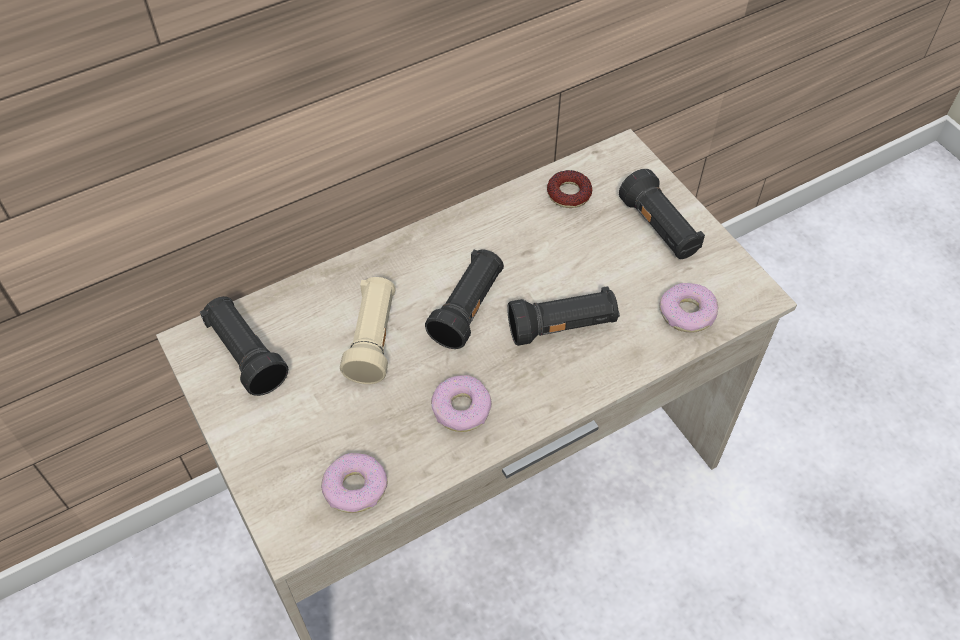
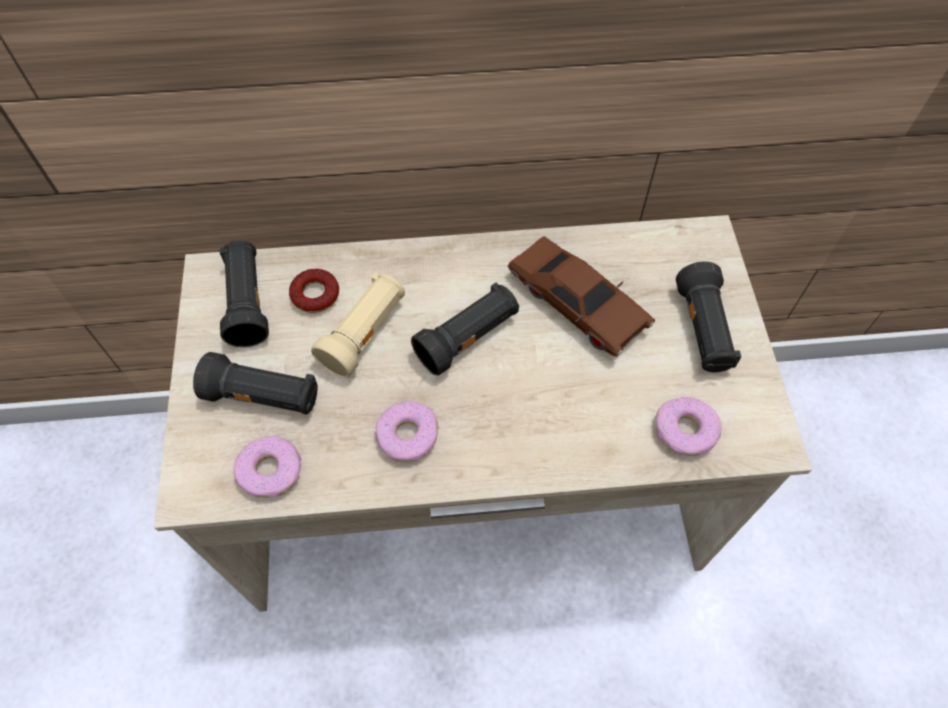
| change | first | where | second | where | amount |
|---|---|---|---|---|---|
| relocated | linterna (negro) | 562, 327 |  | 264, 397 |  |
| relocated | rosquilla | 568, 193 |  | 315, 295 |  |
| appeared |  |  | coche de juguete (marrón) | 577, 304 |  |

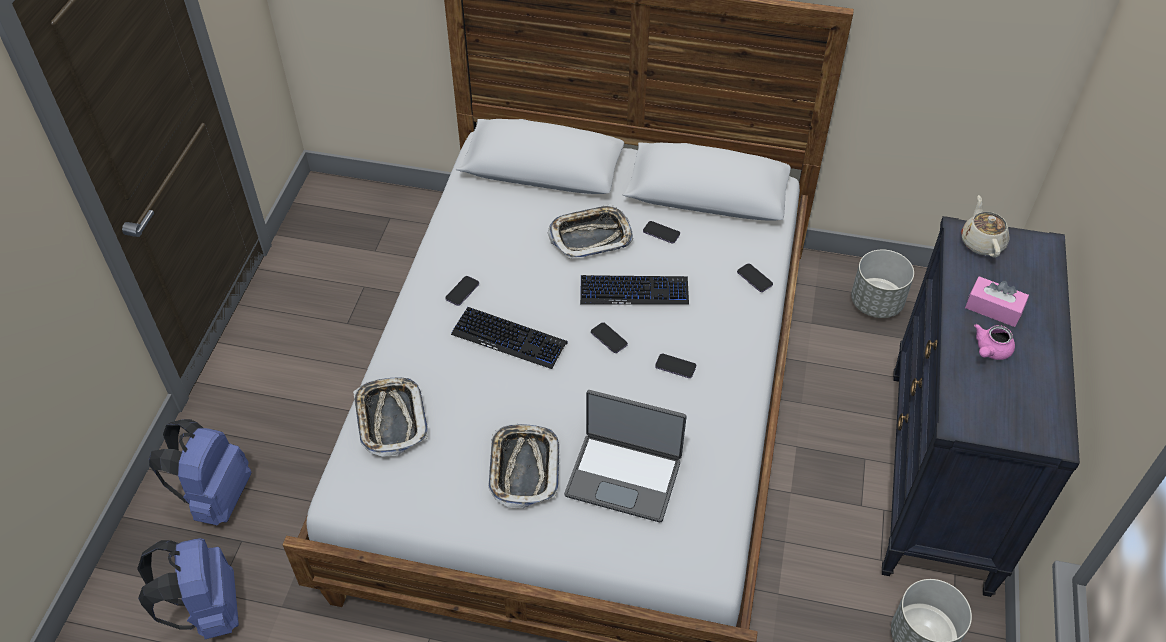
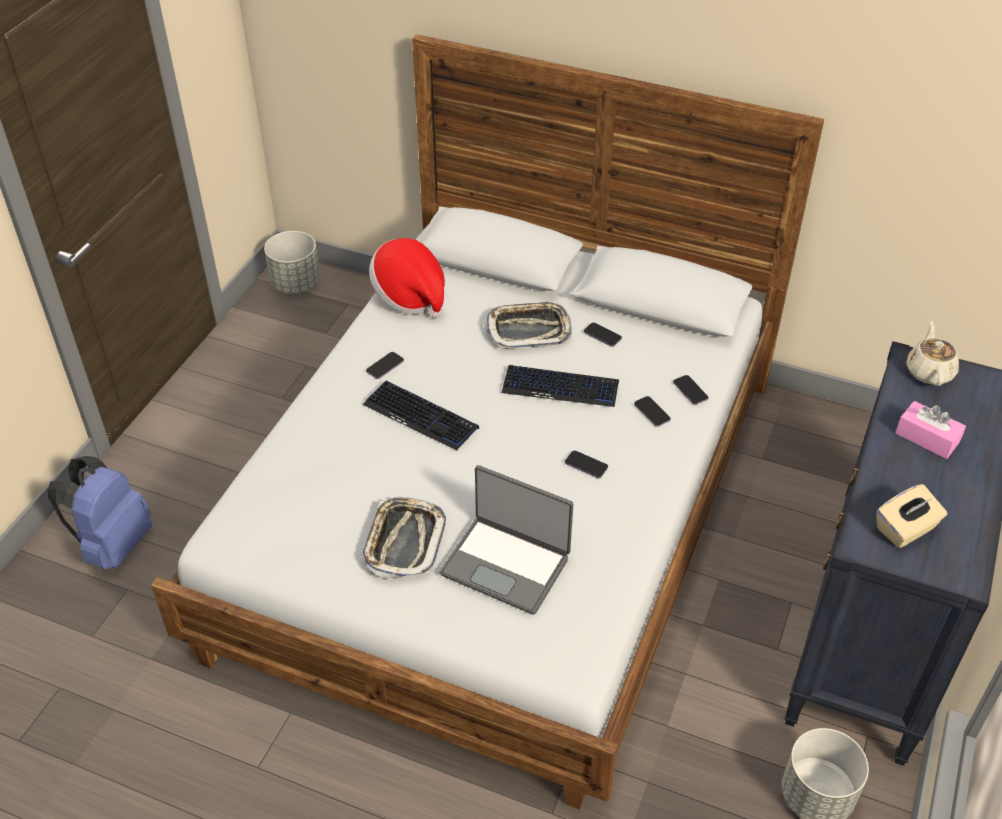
| change | first | where | second | where | amount |
|---|---|---|---|---|---|
| relocated | maceta (gris) | 876, 302 |  | 295, 283 |  |
| appeared |  |  | sombrero | 410, 296 |  |
| relocated | móvil | 609, 339 |  | 652, 412 |  |
| appeared |  |  | caja de pañuelos (beis) | 906, 529 |  |
| missing | mochila (azul) | 207, 611 |  |  |  |
| missing | bandeja | 390, 419 |  |  |  |
| missing | tetera (rosa) | 990, 351 |  |  |  |

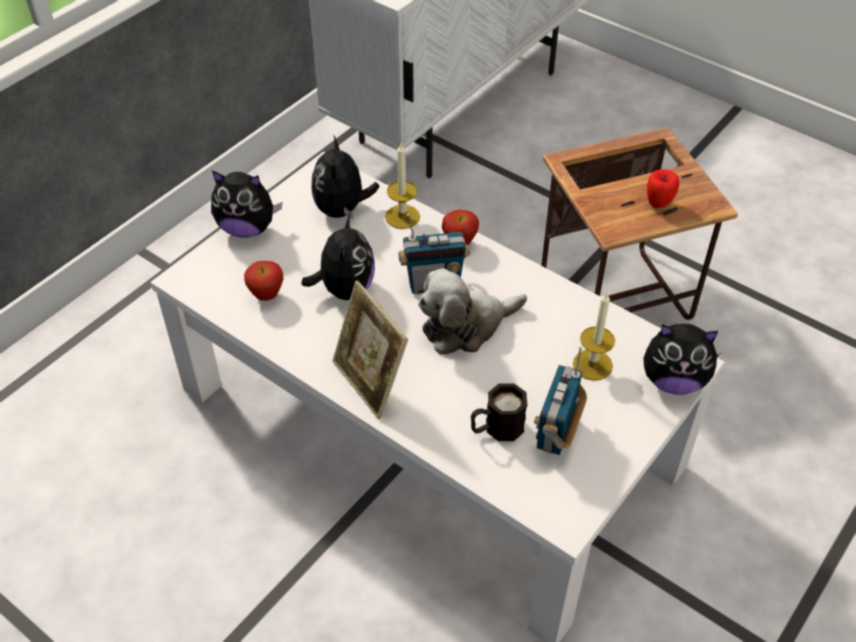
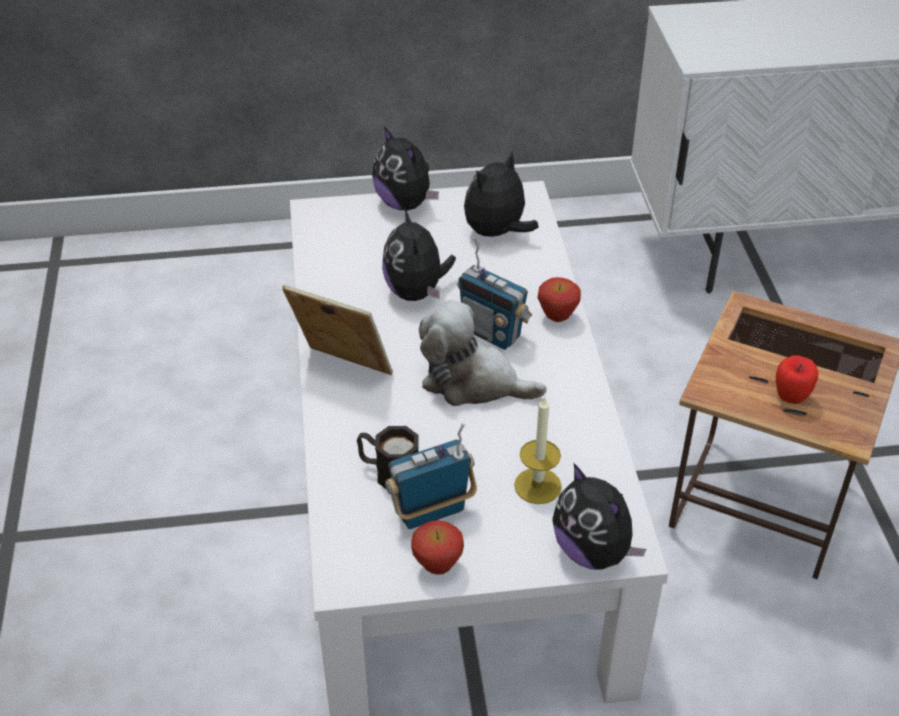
| change | first | where | second | where | amount |
|---|---|---|---|---|---|
| spun | portarretratos | 370, 383 |  | 342, 370 | 105 degrees clockwise |
| spun | peluche | 345, 289 |  | 417, 292 | 120 degrees clockwise |
| relocated | manzana | 267, 296 |  | 437, 566 |  |
| missing | vela | 402, 216 |  |  |  |

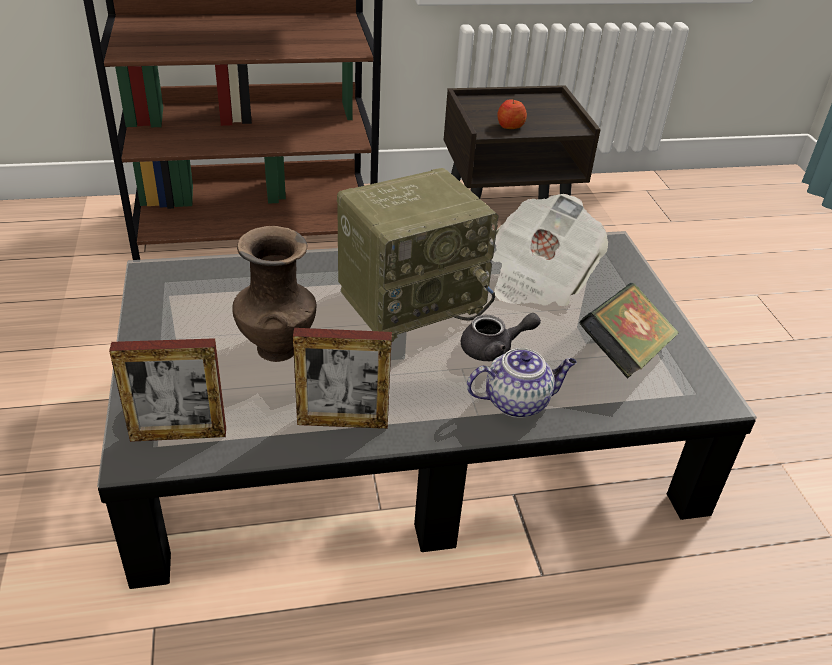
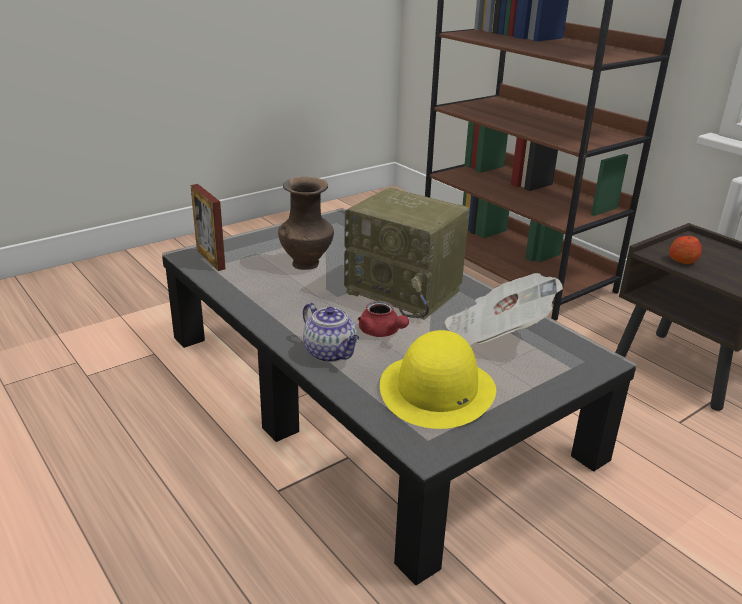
| change | first | where | second | where | amount |
|---|---|---|---|---|---|
| colour | tetera (gris) | 494, 349 | tetera (rojo) | 382, 332 |  |
| exchanged | libro | 623, 354 | sombrero (amarillo) | 437, 390 |  |
| missing | portarretratos | 342, 422 |  |  |  |

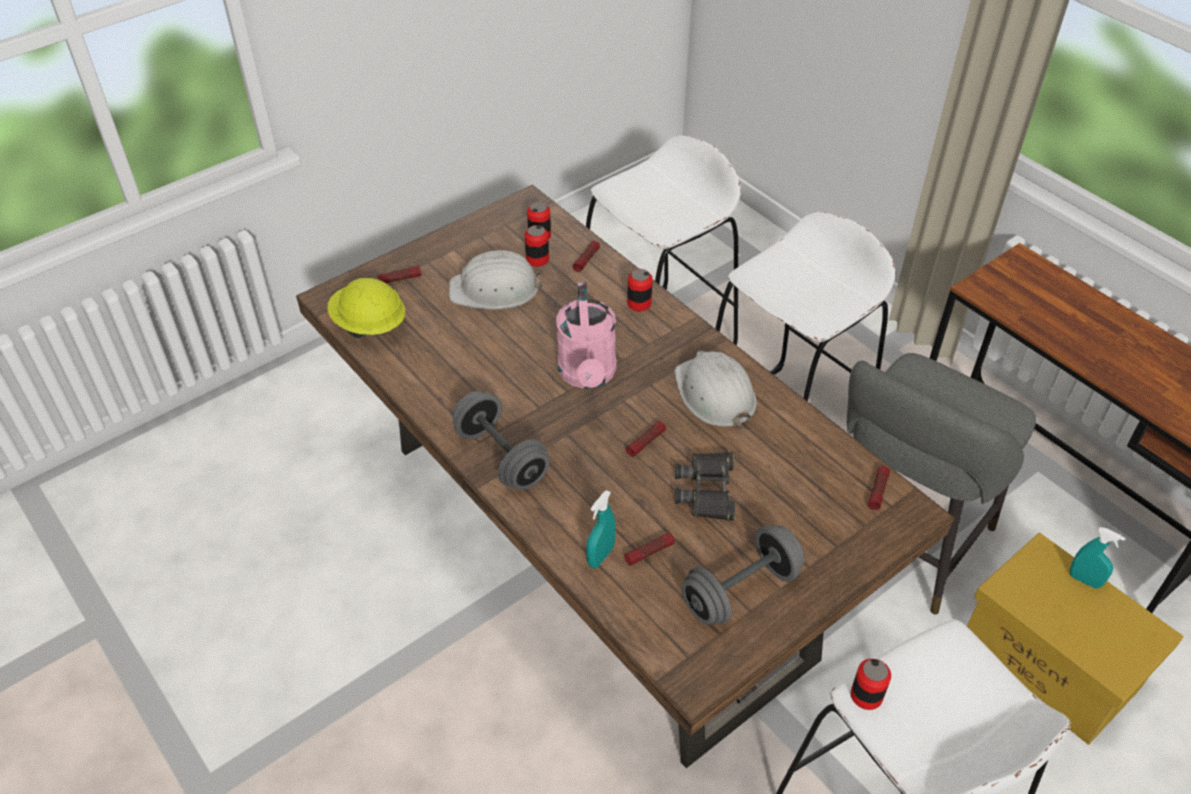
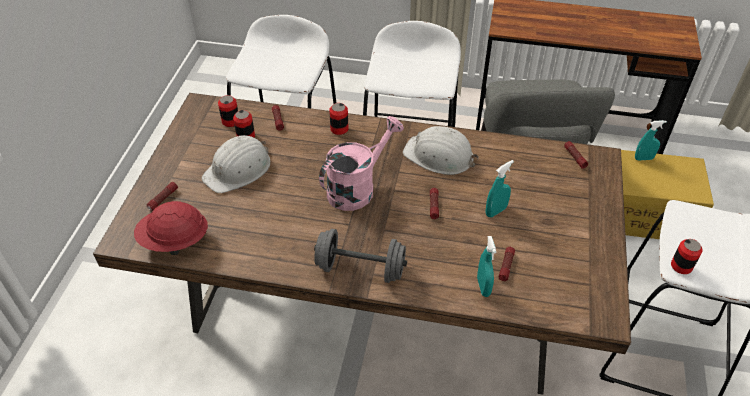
| change | first | where | second | where | amount |
|---|---|---|---|---|---|
| colour | casco (amarillo) | 369, 325 | casco (rojo) | 174, 241 |  |
| spun | regadera (rosa) | 588, 376 |  | 357, 188 | 90 degrees counterclockwise |
| exchanged | prismáticos (negro) | 707, 490 | pulverizador (turquesa) | 496, 211 |  |
| missing | mancuerna (gris) | 740, 591 |  |  |  |

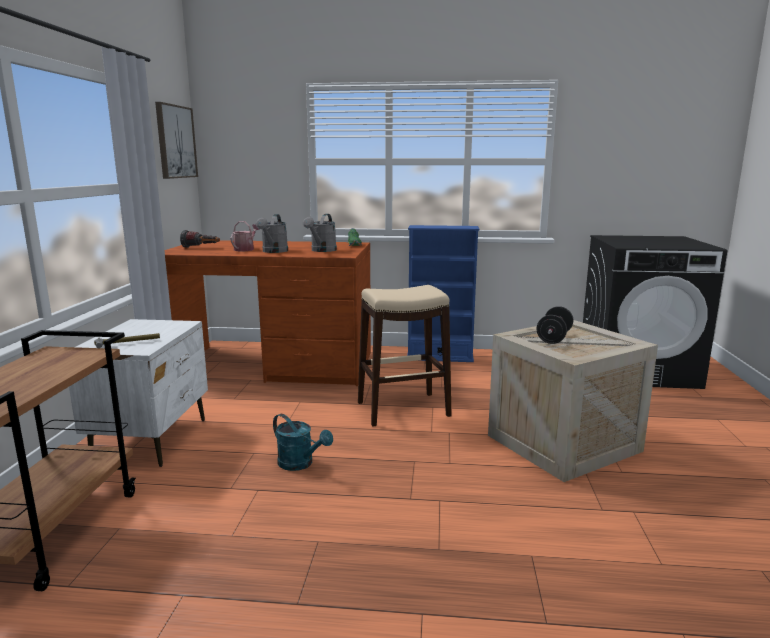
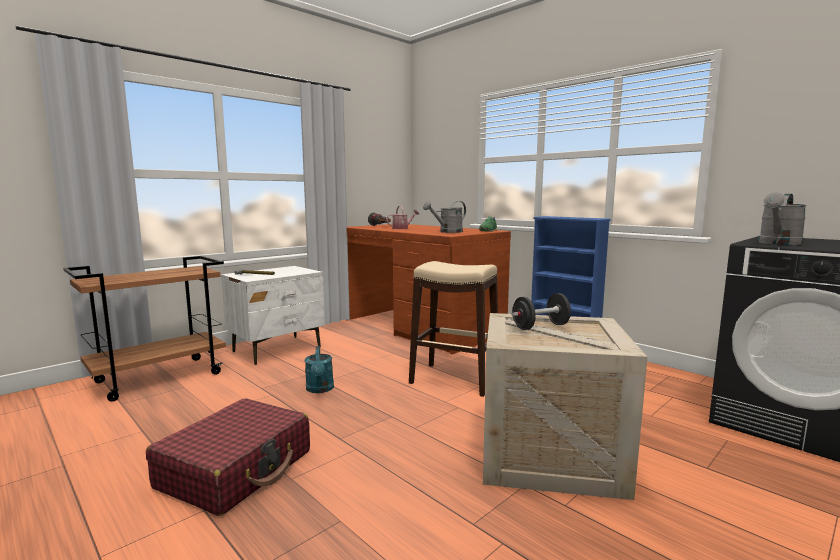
| change | first | where | second | where | amount |
|---|---|---|---|---|---|
| appeared |  |  | maleta (rojo) | 236, 469 |  |
| relocated | regadera (gris) | 273, 251 |  | 778, 243 |  |
| missing | cuadro | 175, 142 |  |  |  |

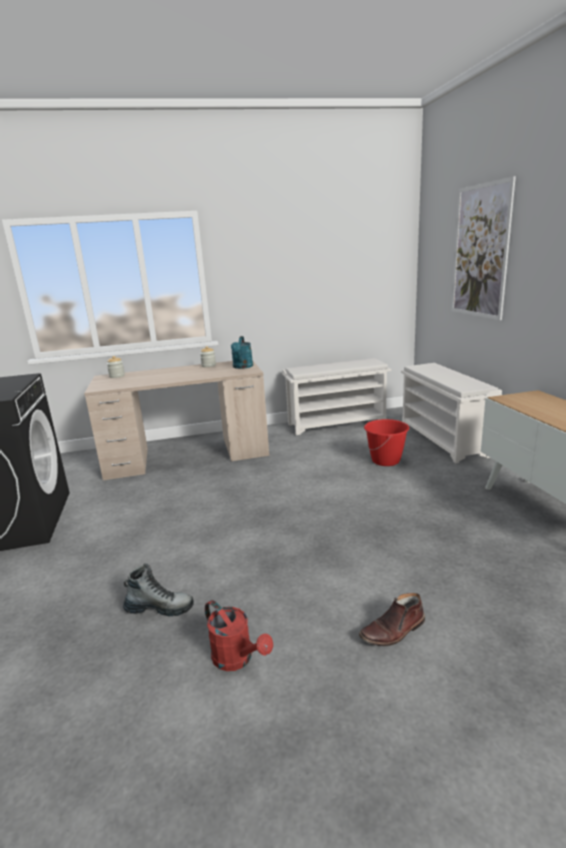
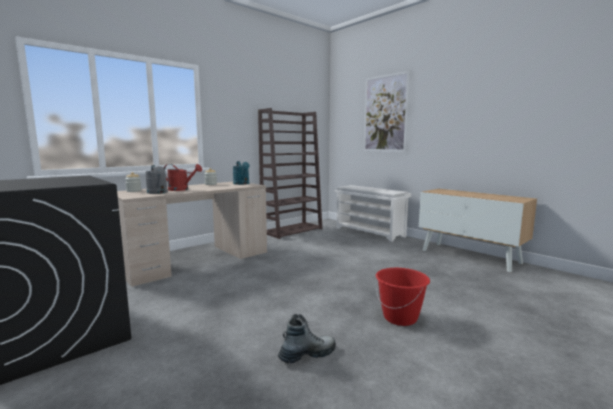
| change | first | where | second | where | amount |
|---|---|---|---|---|---|
| appeared |  |  | regadera (gris) | 158, 193 |  |
| relocated | regadera (rojo) | 237, 659 |  | 182, 189 |  |
| exchanged | zapatero (blanco) | 337, 423 | estantería (marrón) | 292, 230 |  |
| relocated | cubo (rojo) | 386, 460 |  | 400, 318 |  |
| missing | bota (marrón) | 393, 631 |  |  |  |

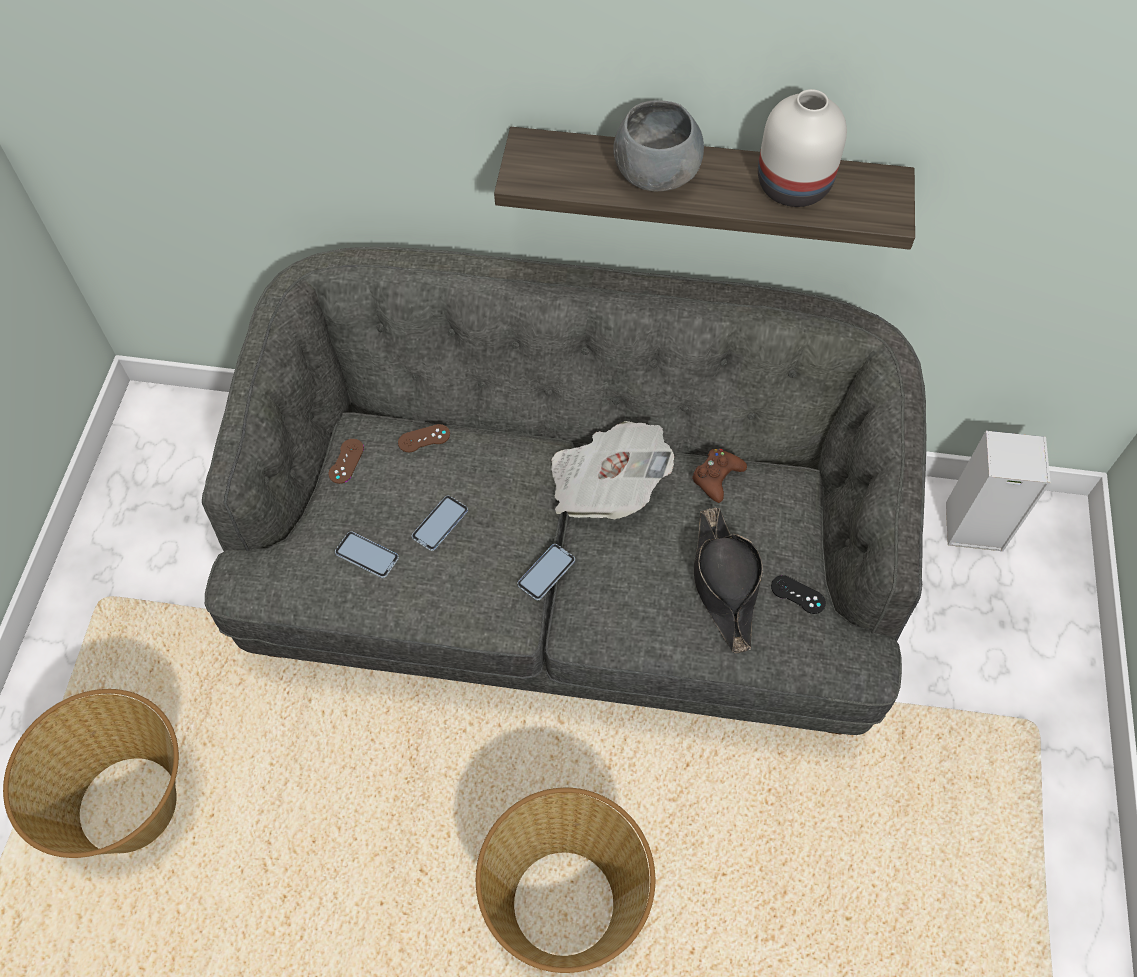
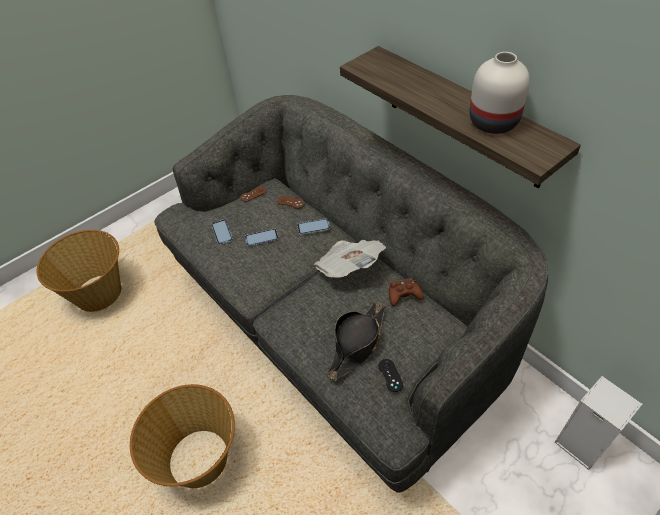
| change | first | where | second | where | amount |
|---|---|---|---|---|---|
| relocated | móvil | 546, 572 |  | 313, 227 |  |
| missing | cuenco (gris) | 655, 175 |  |  |  |

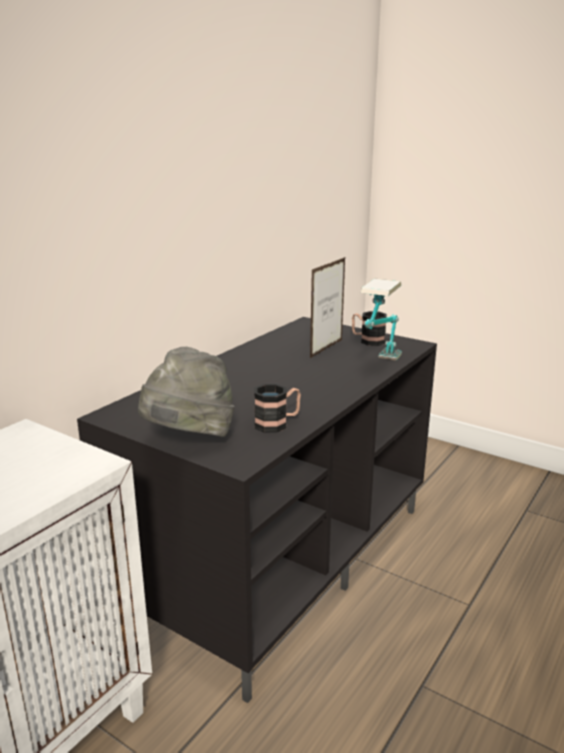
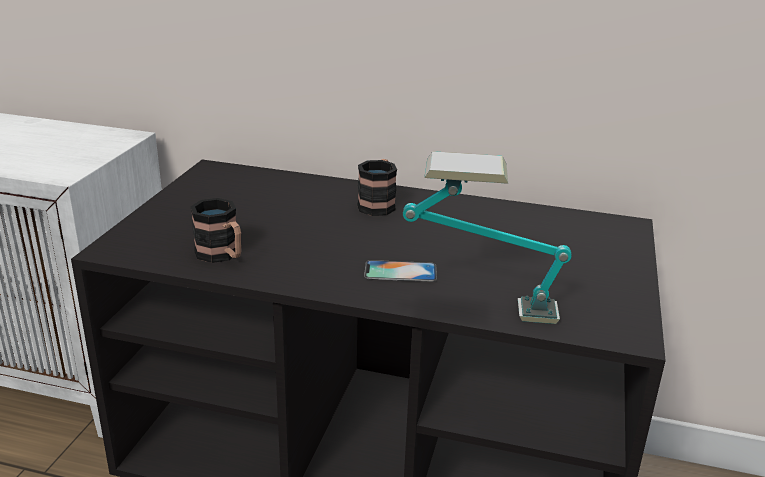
| change | first | where | second | where | amount |
|---|---|---|---|---|---|
| relocated | taza grande | 367, 340 |  | 378, 204 |  |
| appeared |  |  | móvil | 400, 272 |  |
| missing | sombrero (gris) | 189, 439 |  |  |  |
| missing | portarretratos | 326, 349 |  |  |  |

